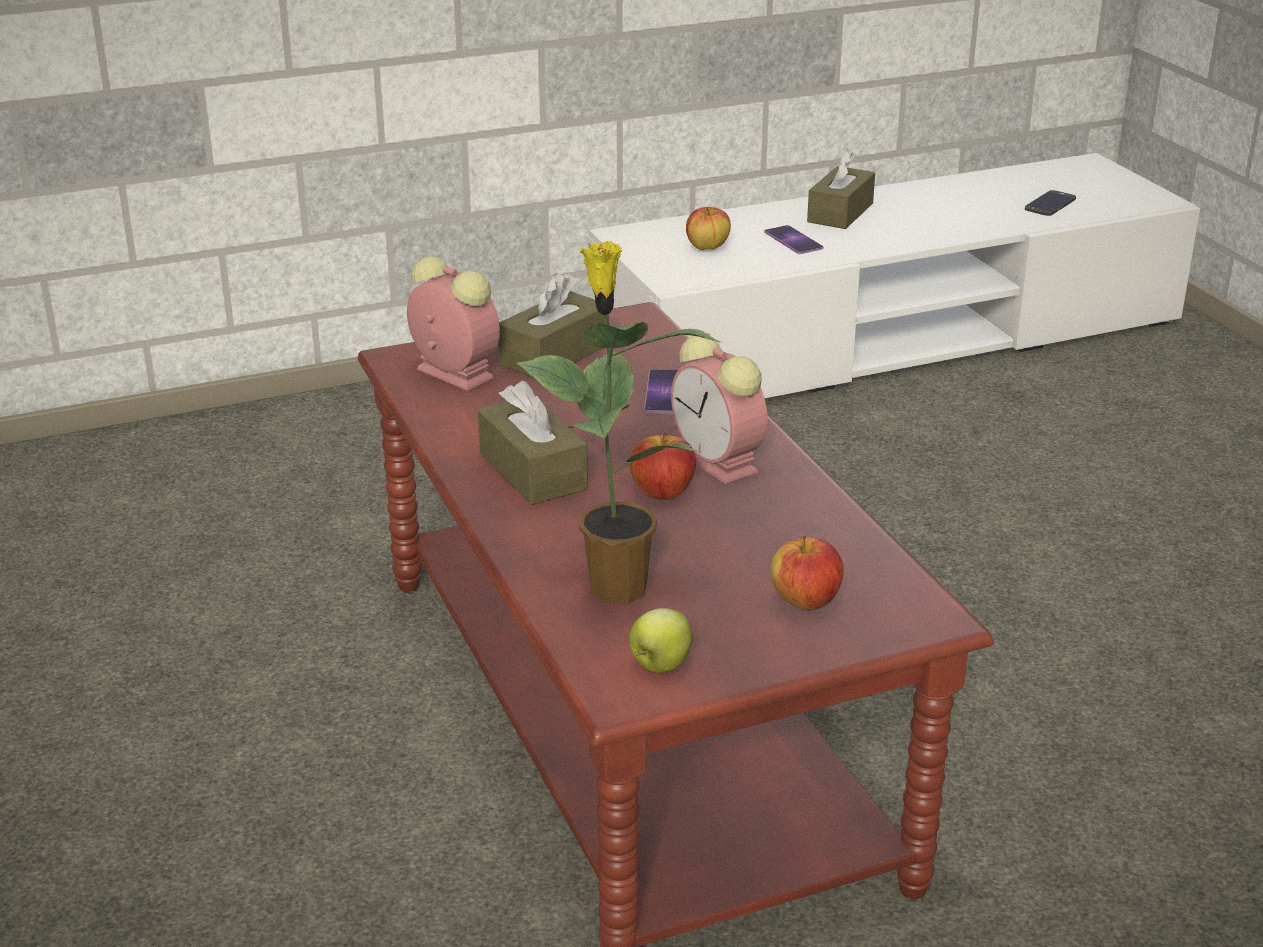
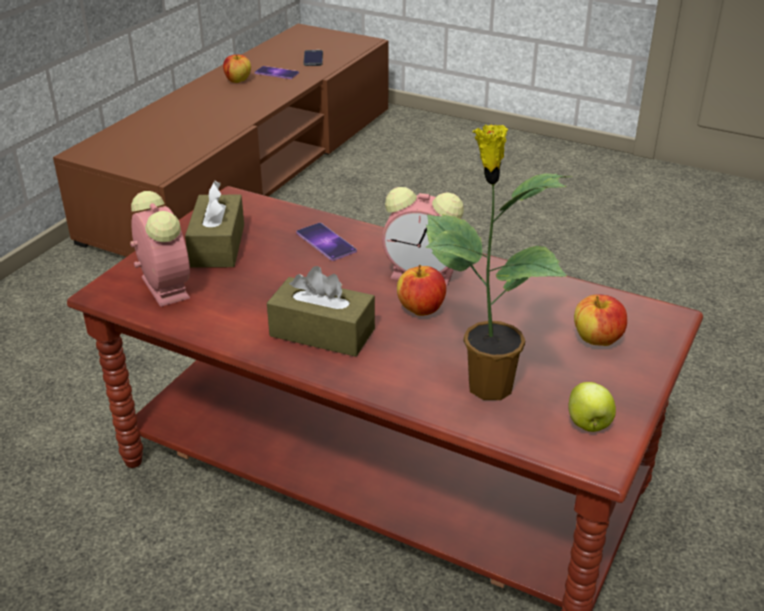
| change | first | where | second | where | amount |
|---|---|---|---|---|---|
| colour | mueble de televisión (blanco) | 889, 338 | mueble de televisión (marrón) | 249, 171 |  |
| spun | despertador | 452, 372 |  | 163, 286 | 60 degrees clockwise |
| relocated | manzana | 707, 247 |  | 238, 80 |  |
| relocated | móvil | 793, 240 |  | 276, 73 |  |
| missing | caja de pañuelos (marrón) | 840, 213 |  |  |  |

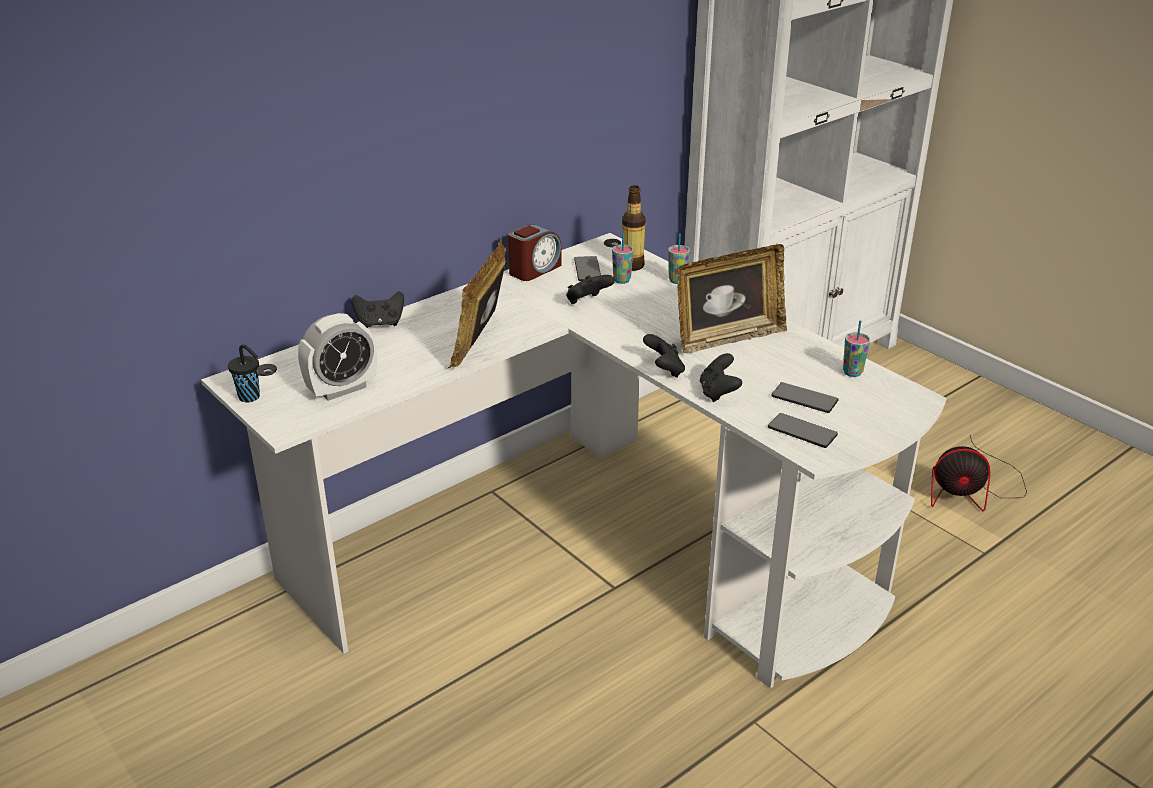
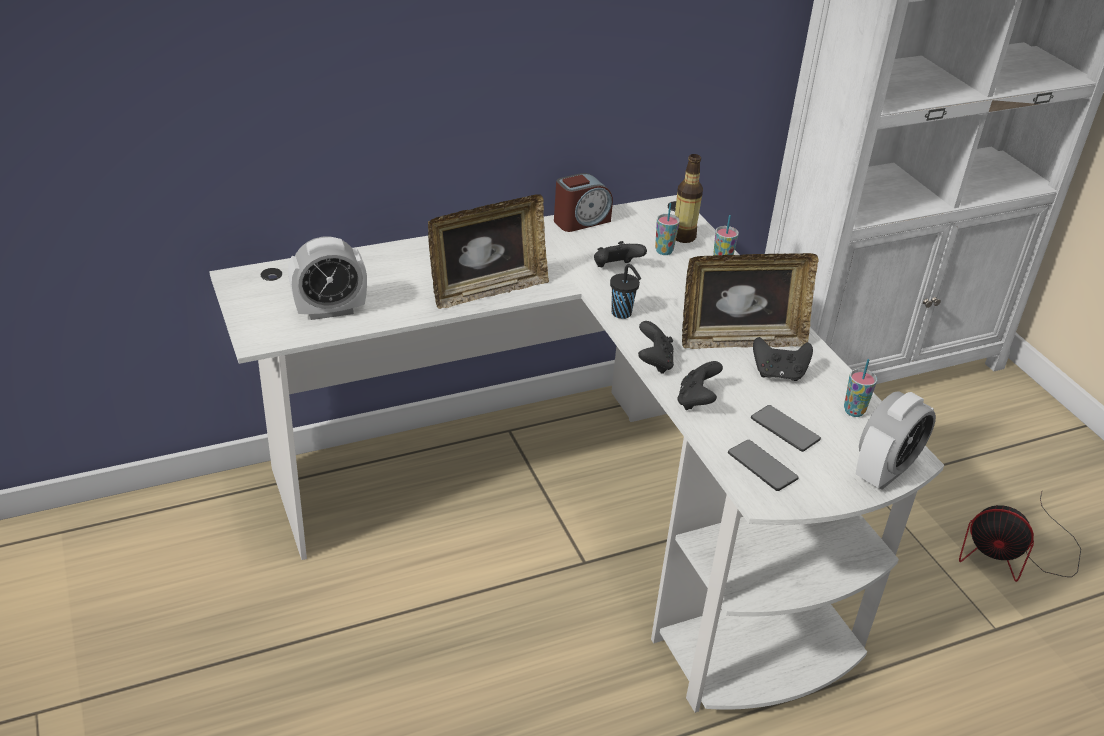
| change | first | where | second | where | amount |
|---|---|---|---|---|---|
| spun | portarretratos | 481, 342 |  | 487, 290 | 150 degrees counterclockwise |
| relocated | taza (negro) | 250, 397 |  | 622, 314 |  |
| relocated | mando de consola (negro) | 380, 323 |  | 778, 374 |  |
| appeared |  |  | despertador | 884, 472 |  |
| missing | móvil | 587, 270 |  |  |  |

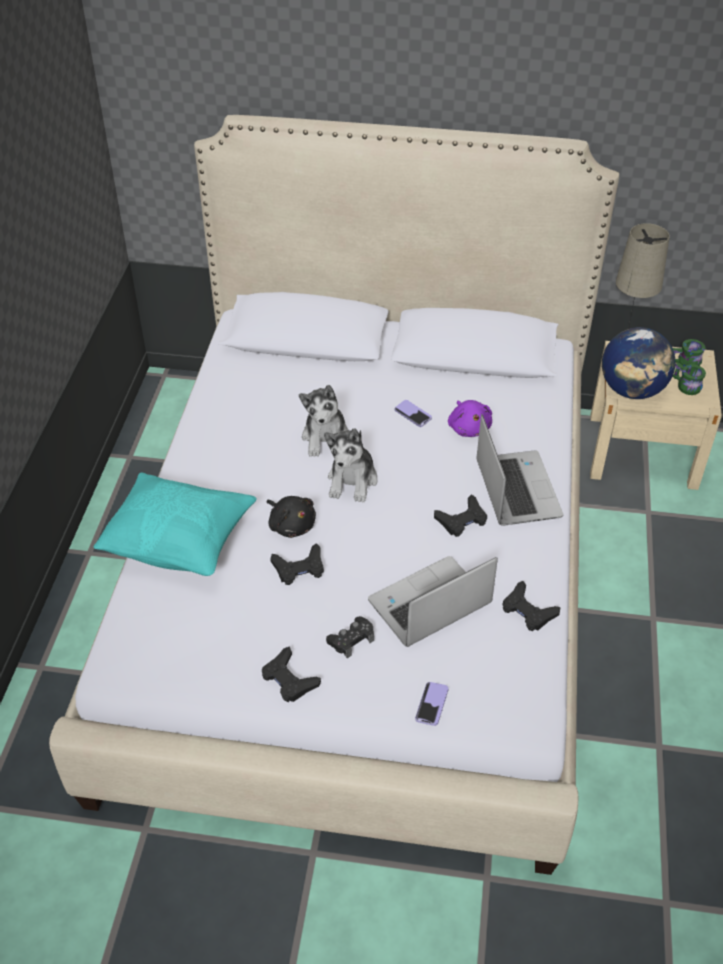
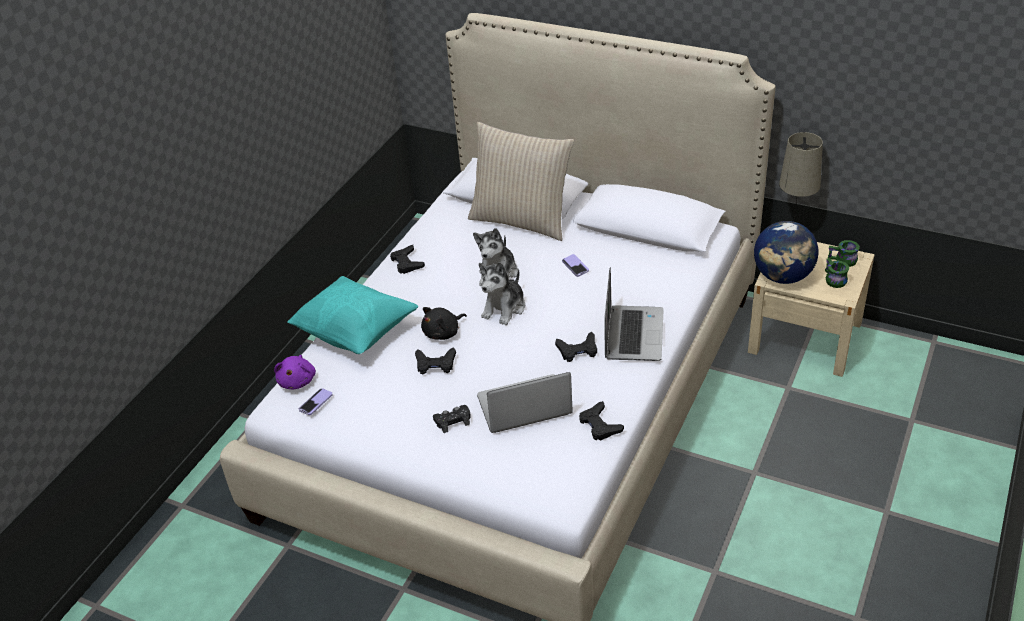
| change | first | where | second | where | amount |
|---|---|---|---|---|---|
| relocated | peluche (morado) | 469, 428 |  | 298, 380 |  |
| relocated | móvil | 431, 704 |  | 316, 402 |  |
| relocated | mando de consola (negro) | 289, 679 |  | 407, 263 |  |
| spun | peluche (negro) | 291, 525 |  | 443, 333 | 75 degrees clockwise |
| appeared |  |  | cojín (beis) | 522, 220 |  |

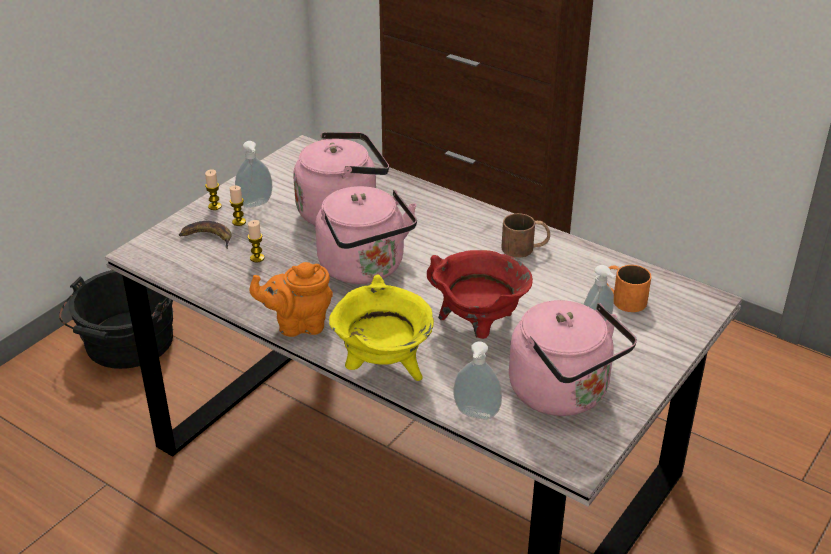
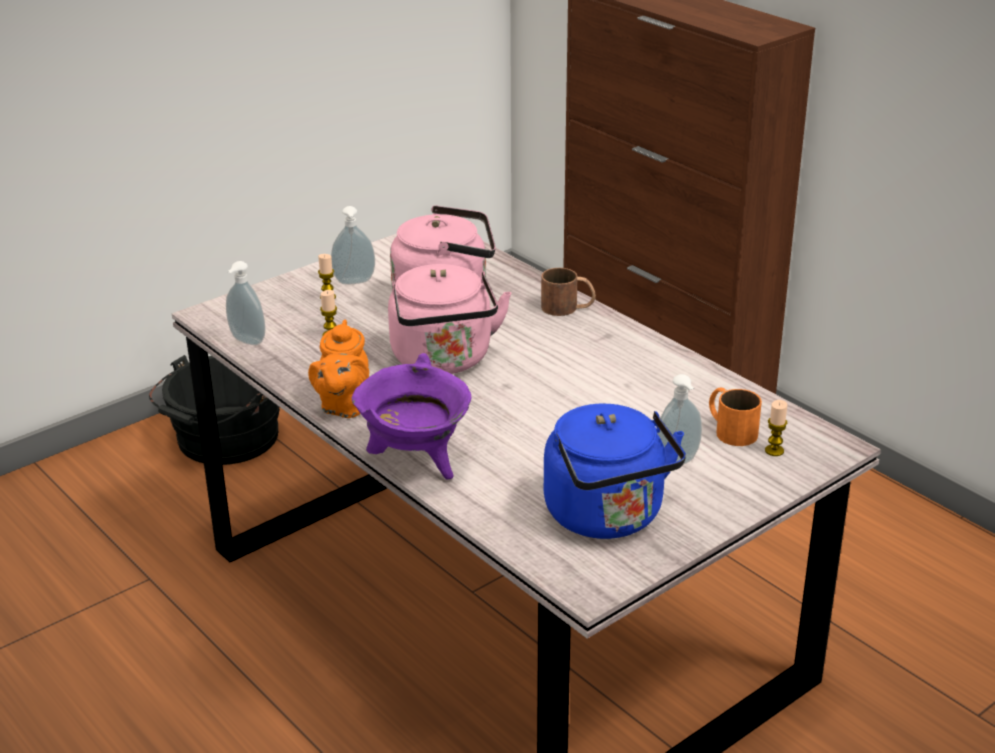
| change | first | where | second | where | amount |
|---|---|---|---|---|---|
| relocated | dispensador de jabón | 475, 415 |  | 246, 341 |  |
| spun | tetera (naranja) | 298, 325 |  | 343, 406 | 90 degrees counterclockwise |
| colour | olla (amarillo) | 384, 368 | olla (morado) | 416, 462 |  |
| relocated | taza grande (marrón) | 525, 248 |  | 568, 308 |  |
| colour | hervidor (rosa) | 564, 394 | hervidor (azul) | 608, 517 |  |
| relocated | vela | 214, 206 |  | 774, 451 |  |
| missing | plátano | 207, 237 |  |  |  |
| missing | olla (rojo) | 478, 327 |  |  |  |

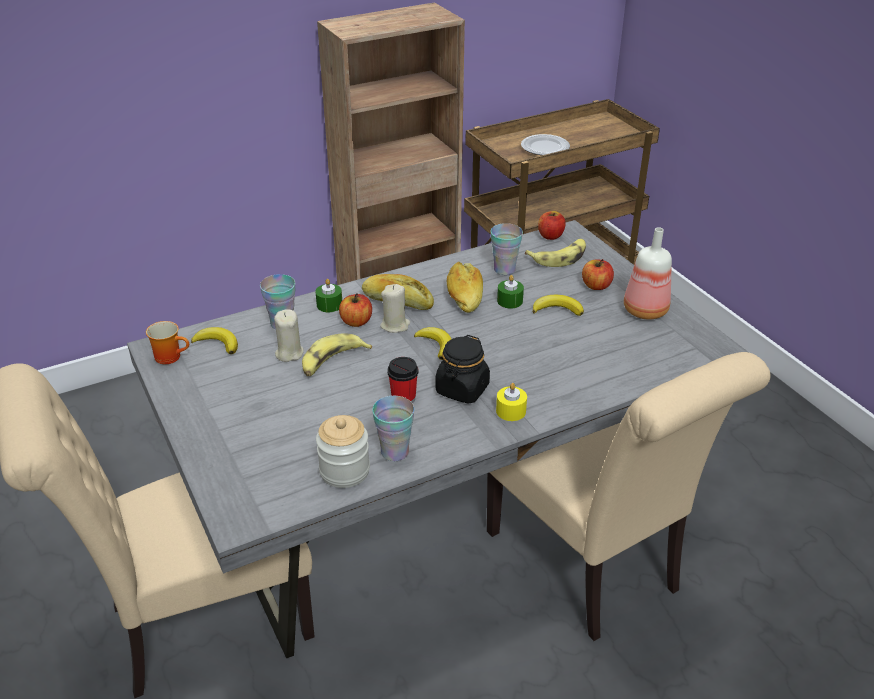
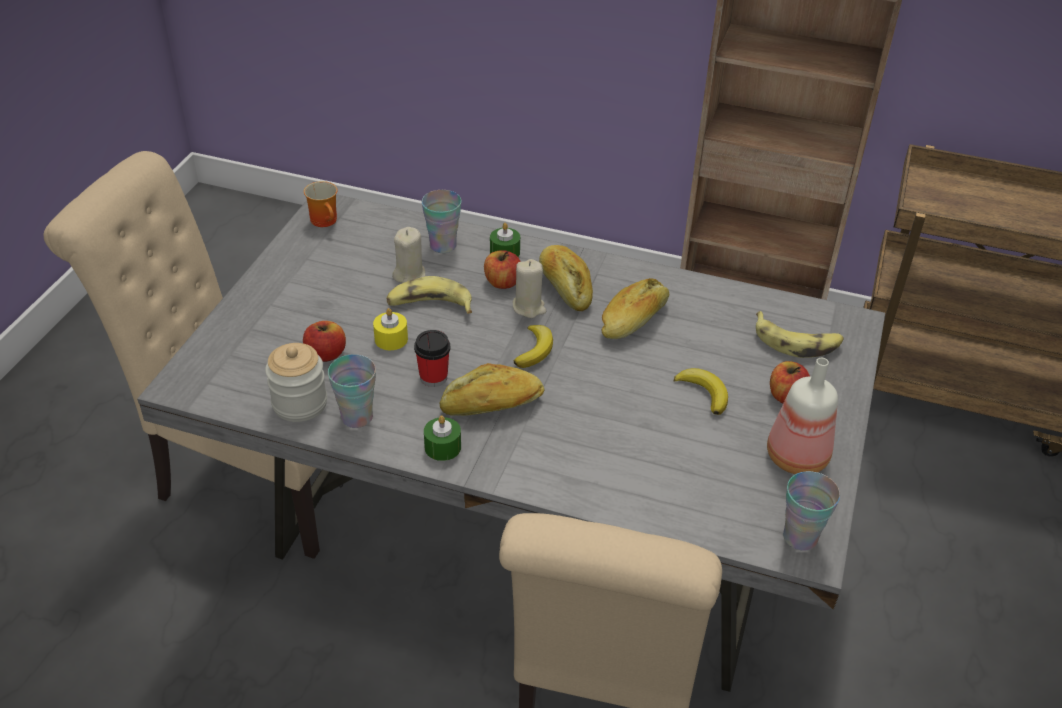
| change | first | where | second | where | amount |
|---|---|---|---|---|---|
| relocated | manzana | 550, 236 |  | 326, 354 |  |
| relocated | vela (amarillo) | 511, 411 |  | 391, 339 |  |
| relocated | vela (verde) | 510, 301 |  | 442, 447 |  |
| exchanged | tarro (negro) | 462, 389 | pan | 492, 405 |  |
| relocated | taza | 504, 269 |  | 800, 537 |  |
| missing | plátano | 218, 343 |  |  |  |
| missing | plato | 544, 148 |  |  |  |

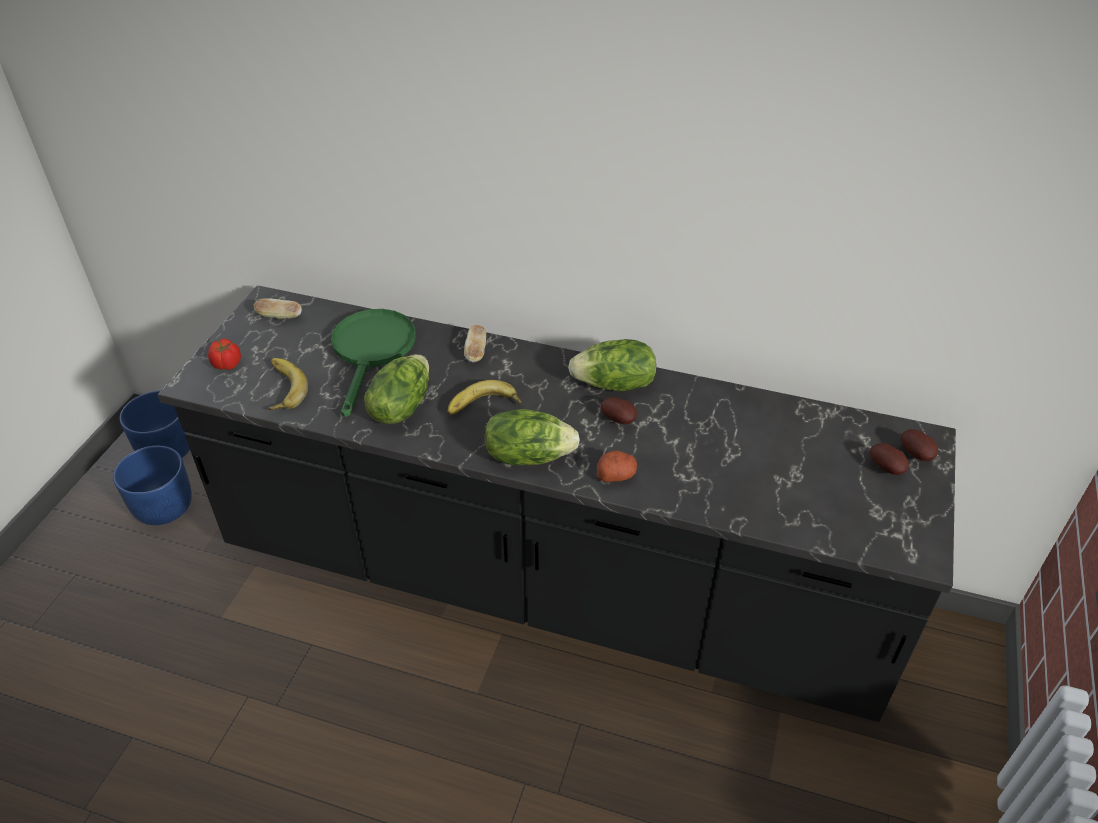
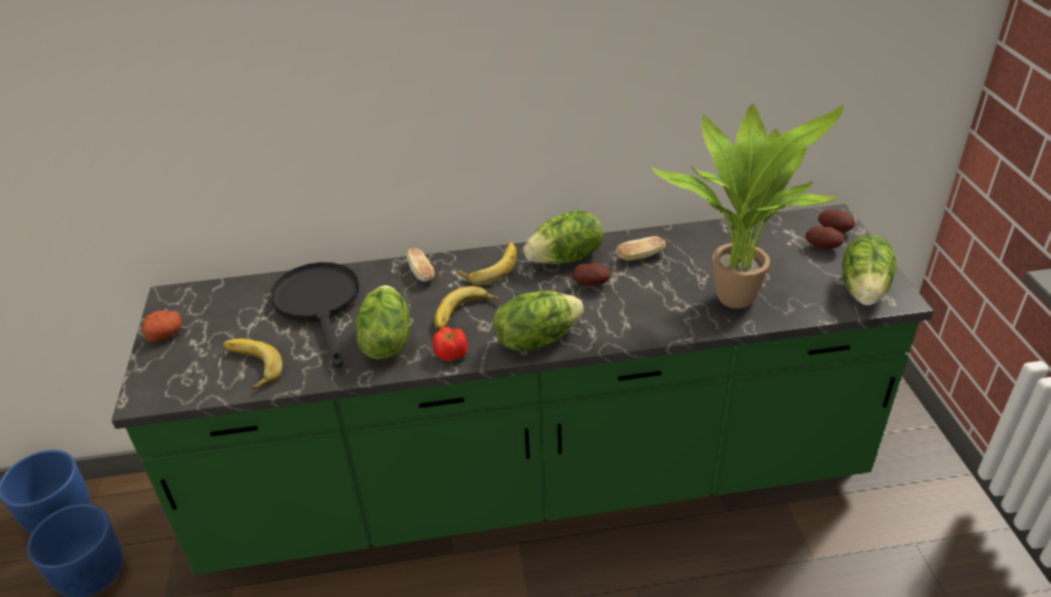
| change | first | where | second | where | amount |
|---|---|---|---|---|---|
| colour | mueble bajo de cocina (negro) | 549, 585 | mueble bajo de cocina (verde) | 534, 484 |  |
| relocated | patata | 616, 475 |  | 165, 334 |  |
| colour | sartén (verde) | 372, 351 | sartén (negro) | 320, 305 |  |
| relocated | tomate | 227, 364 |  | 451, 354 |  |
| appeared |  |  | plátano | 489, 267 |  |
| relocated | pan | 279, 316 |  | 640, 257 |  |
| appeared |  |  | planta en maceta | 734, 295 |  |
| appeared |  |  | lechuga | 864, 290 |  |

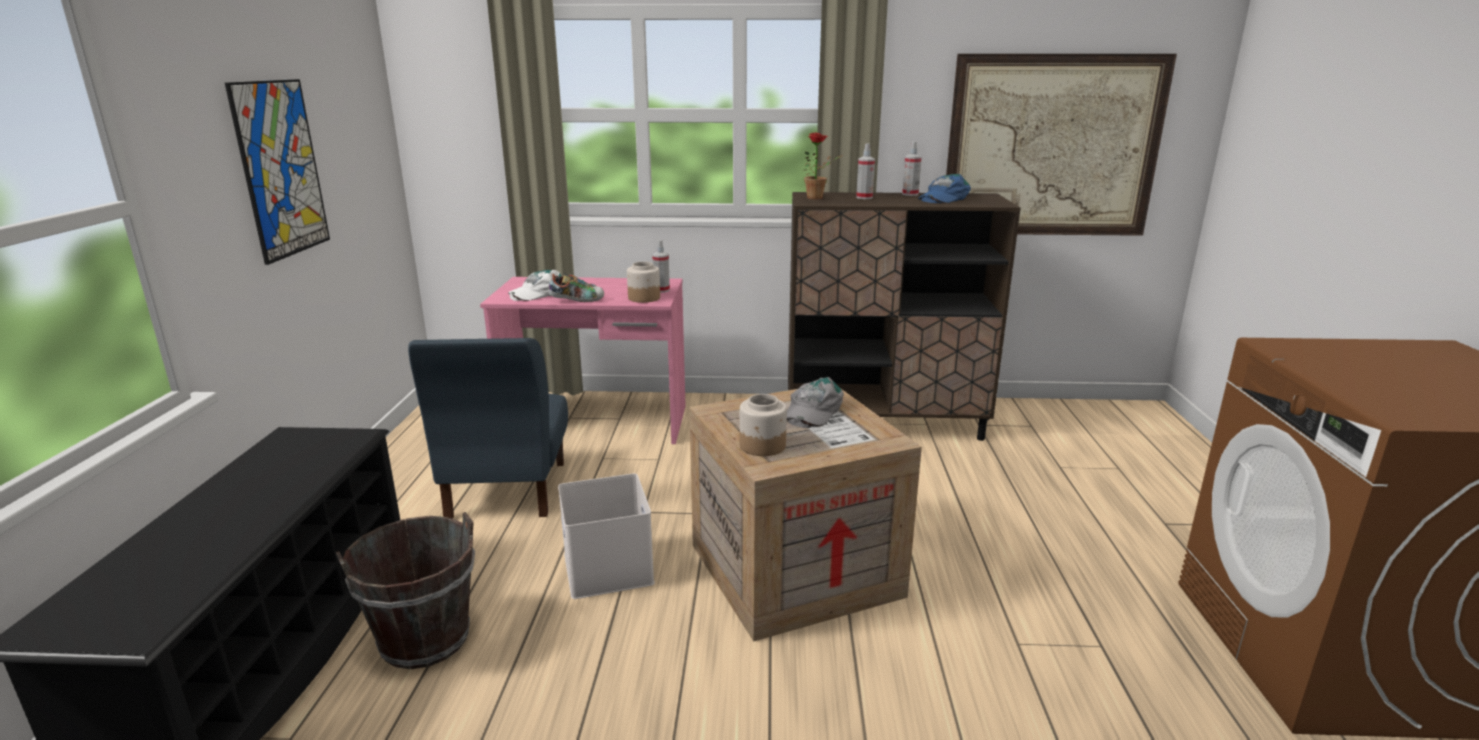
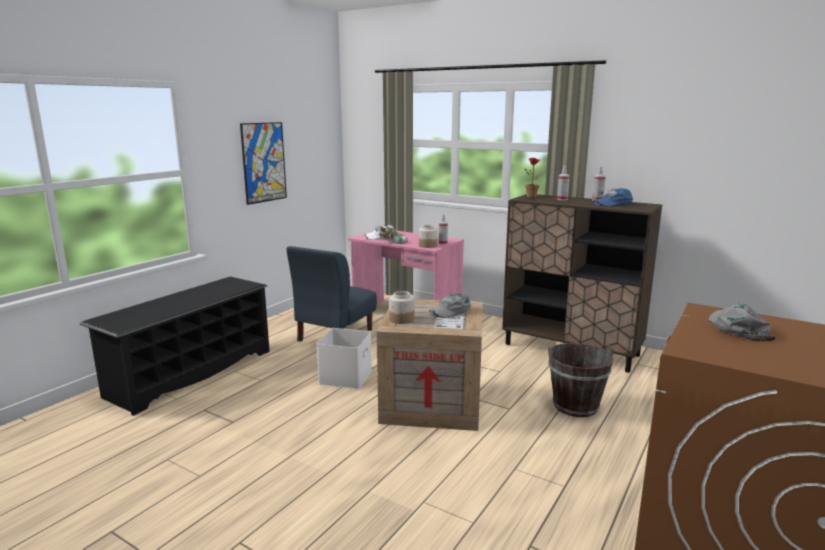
| change | first | where | second | where | amount |
|---|---|---|---|---|---|
| relocated | cubo (marrón) | 425, 640 |  | 575, 406 |  |
| appeared |  |  | gorra (gris) | 738, 328 |  |
| missing | cuadro | 1052, 147 |  |  |  |

